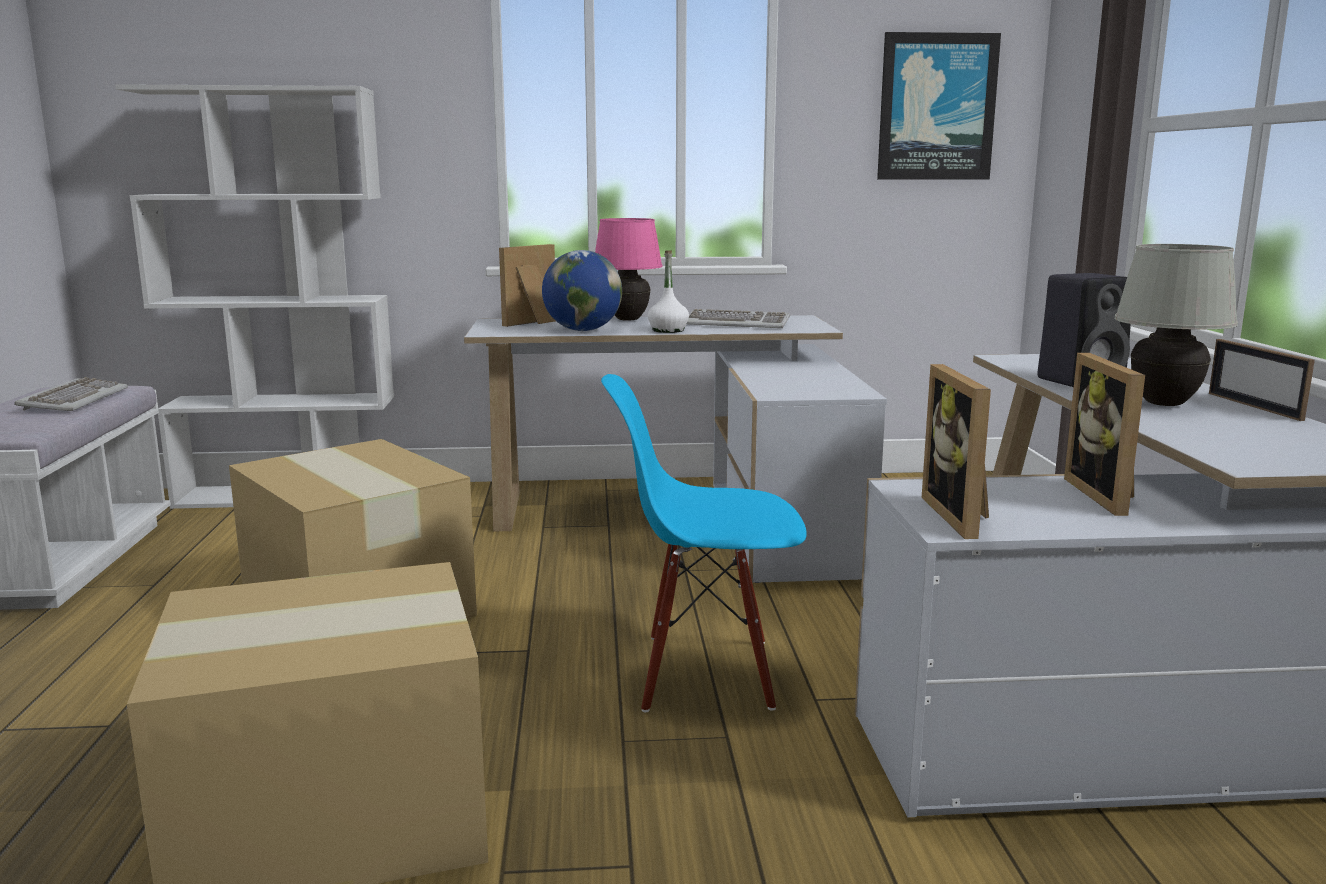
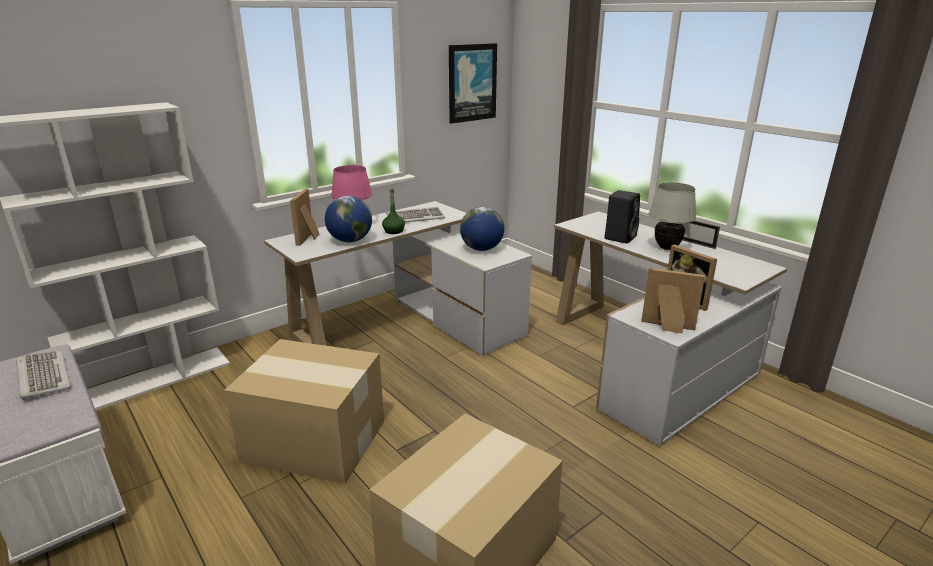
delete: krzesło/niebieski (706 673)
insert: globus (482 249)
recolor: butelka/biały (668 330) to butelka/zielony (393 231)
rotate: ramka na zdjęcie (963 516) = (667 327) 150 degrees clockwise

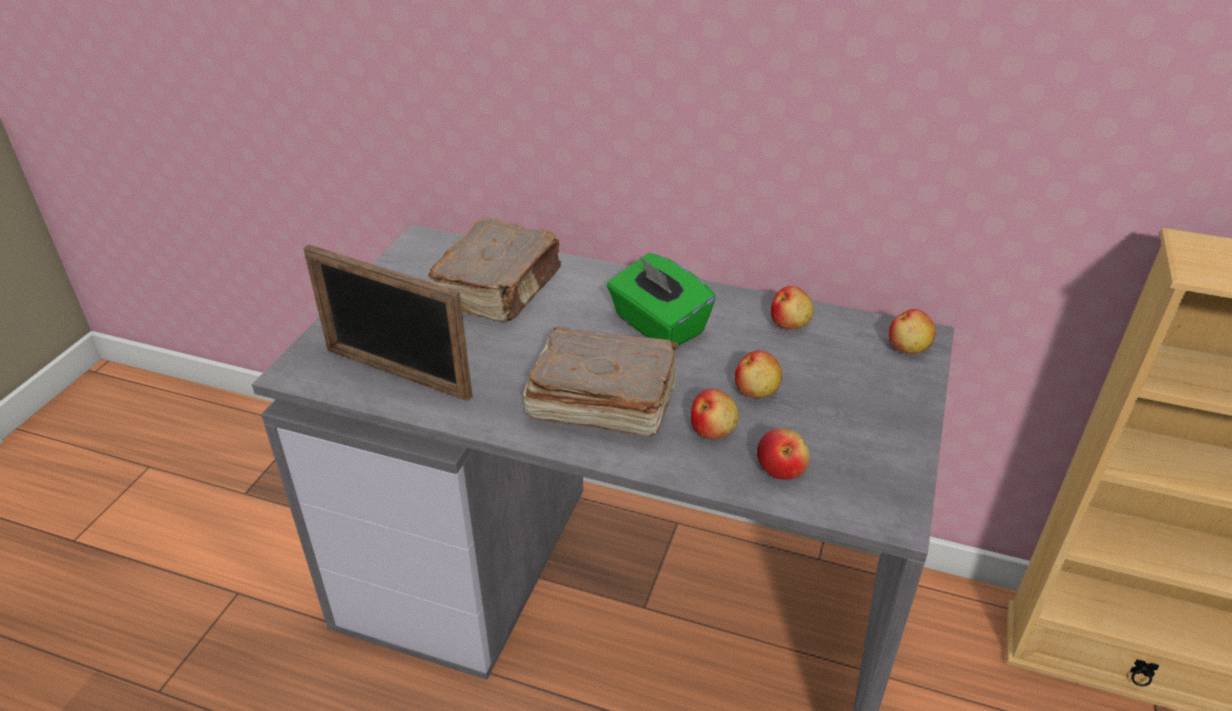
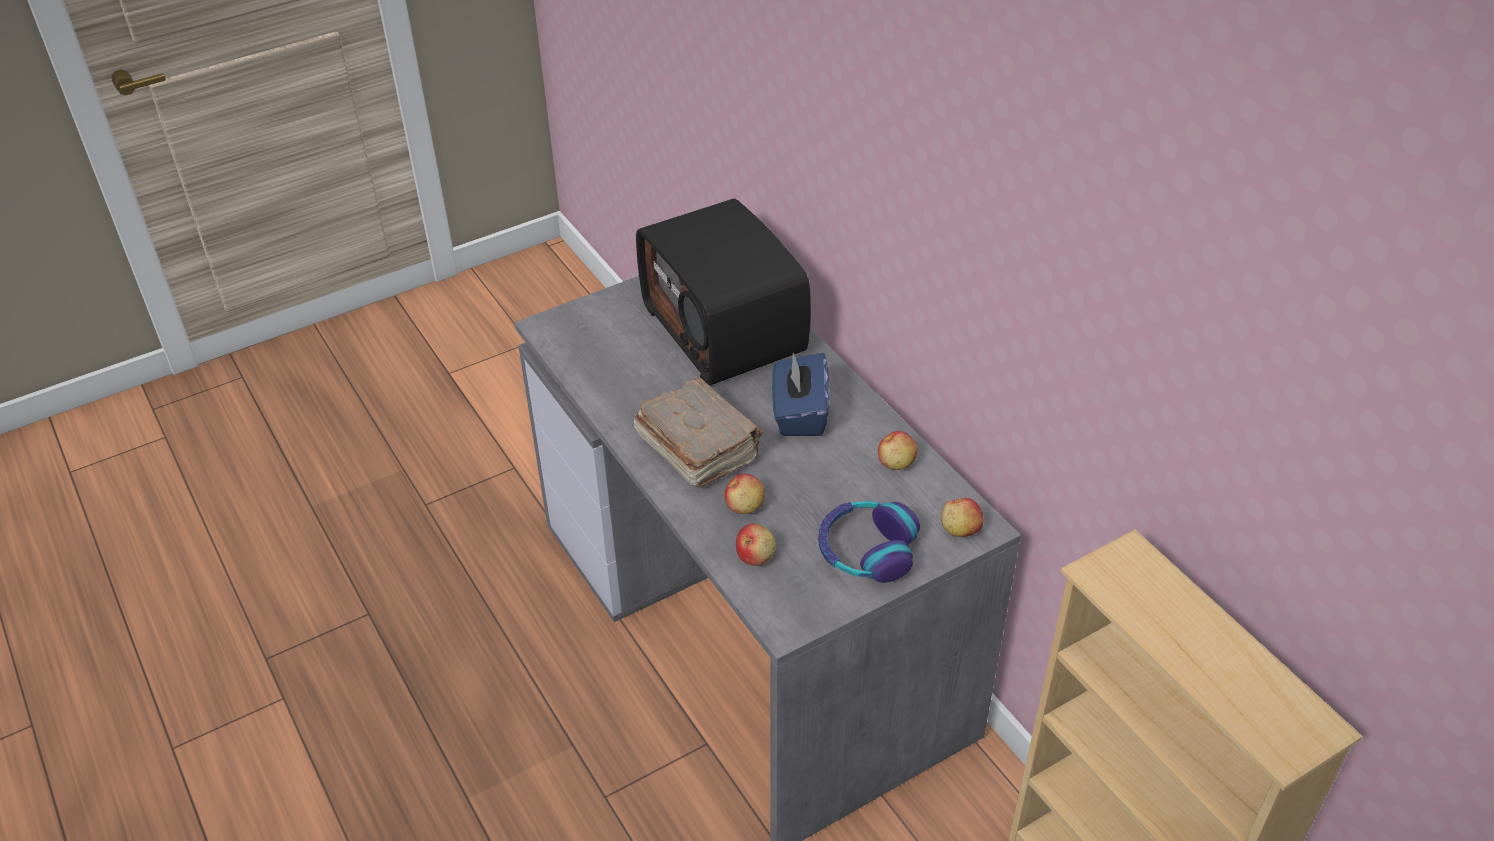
delete: ramka na zdjęcie (397 373); jabłko (757 390)
insert: słuchawki (866 550)
replace: książka/brązowy (500 289) to radio (727 328)
recolor: pudełko chusteczek/zielony (658 326) to pudełko chusteczek/niebieski (799 414)

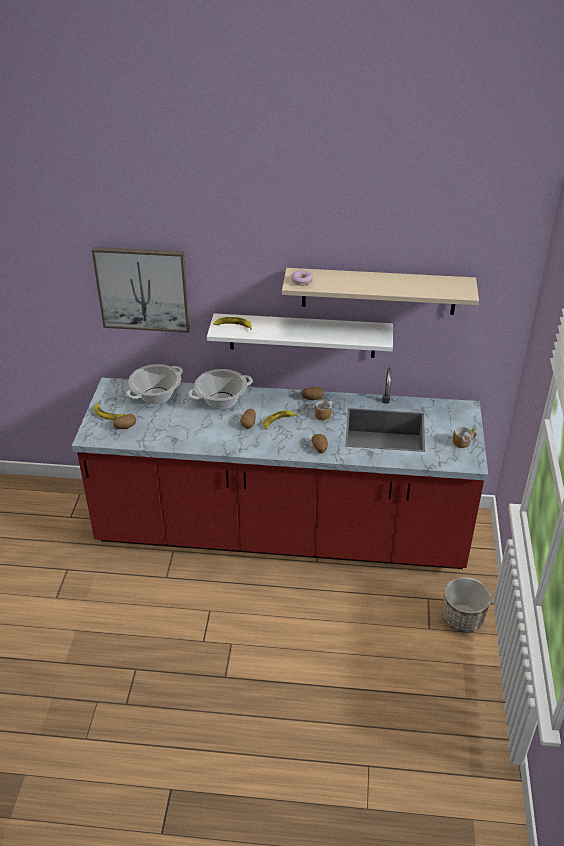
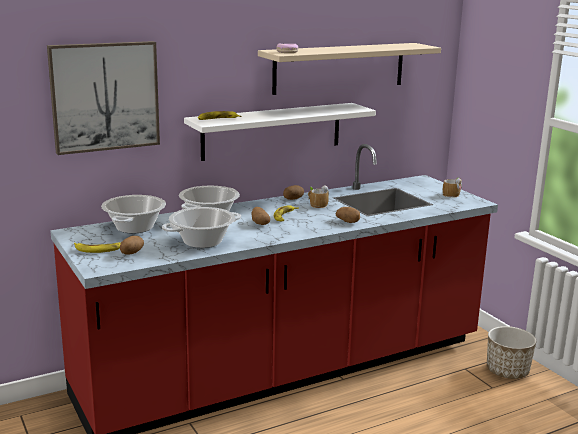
insert: garnek (203 242)

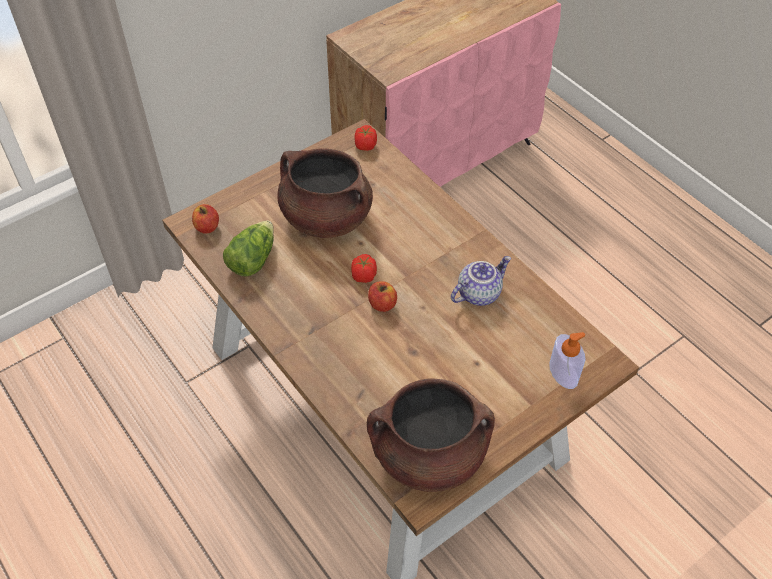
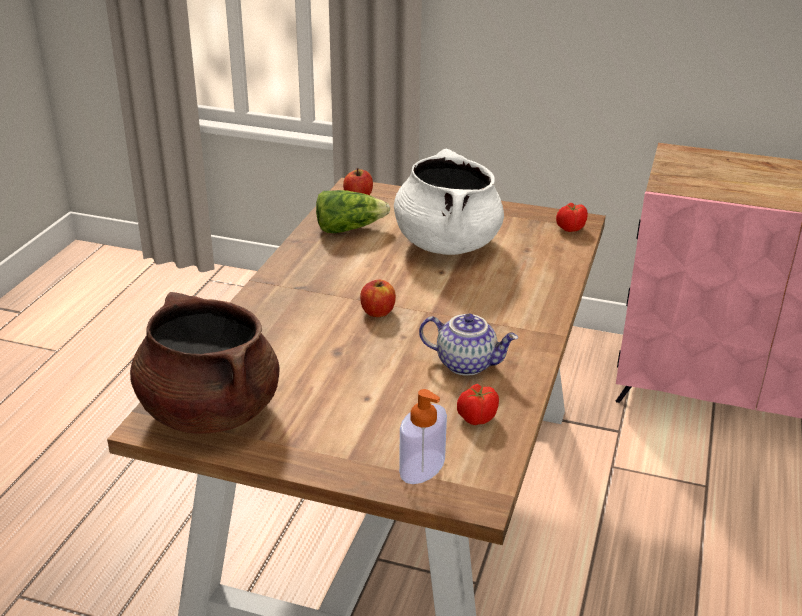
move: pomidor (363 276) to (476 418)
recolor: garnek/brązowy (325 218) to garnek/biały (447 243)

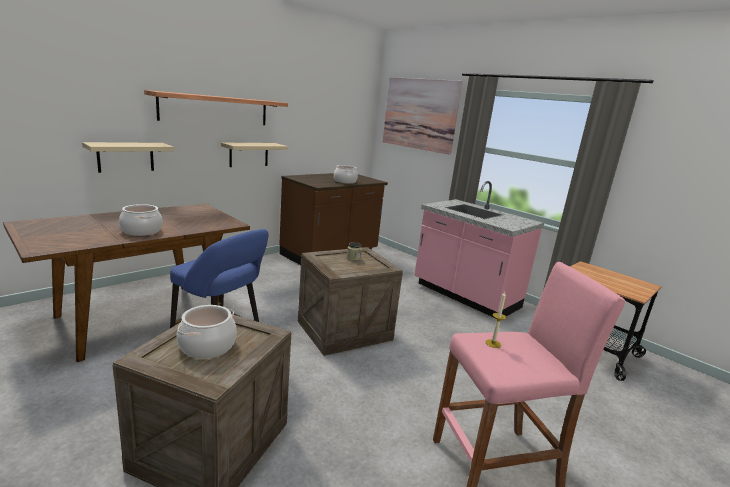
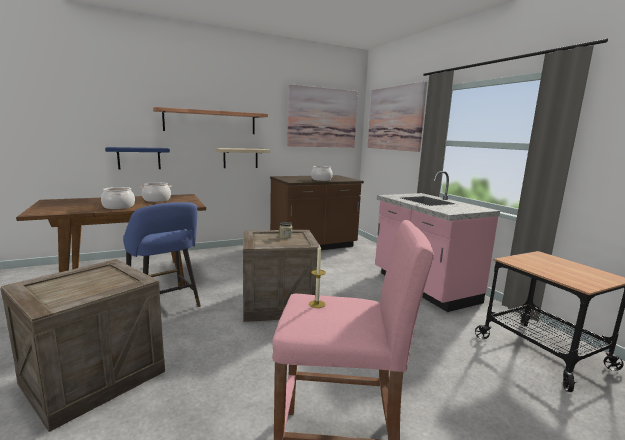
insert: obraz (322 118)
move: garnek (207 346) to (157 200)
recolor: półka/beżowy (126 157) to półka/niebieski (139 158)

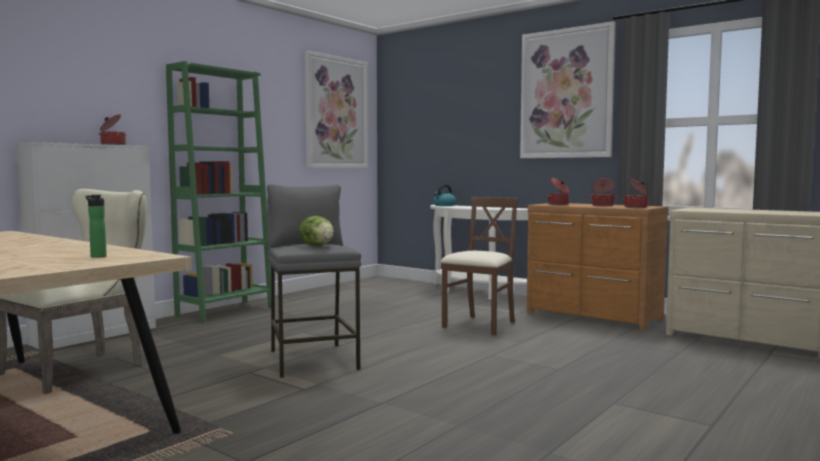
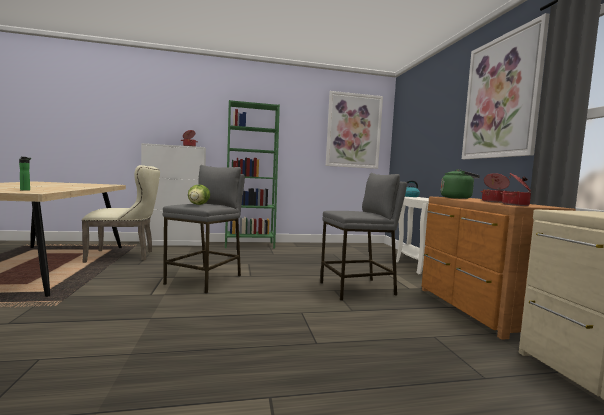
replace: krzesło/brązowy (480 325) to stołek/szary (358 289); garnek (558 204) to czajnik/zielony (458 198)

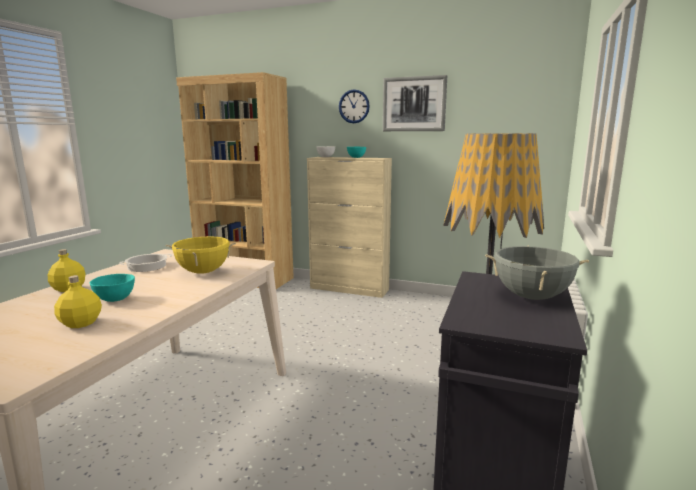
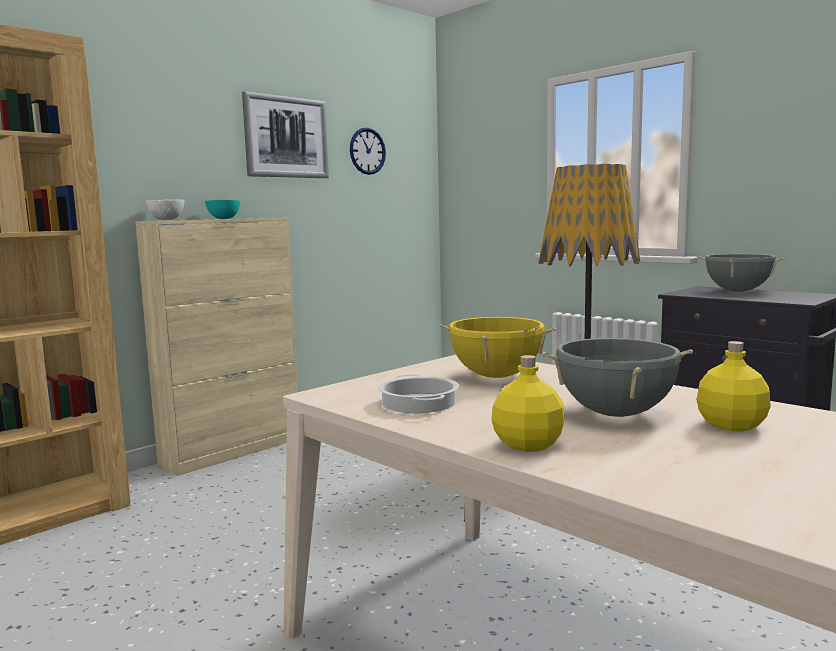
move: zegar ścienny (354 106) to (367 151)
replace: miska/turkusowy (114 299) to garnek/szary (615 414)

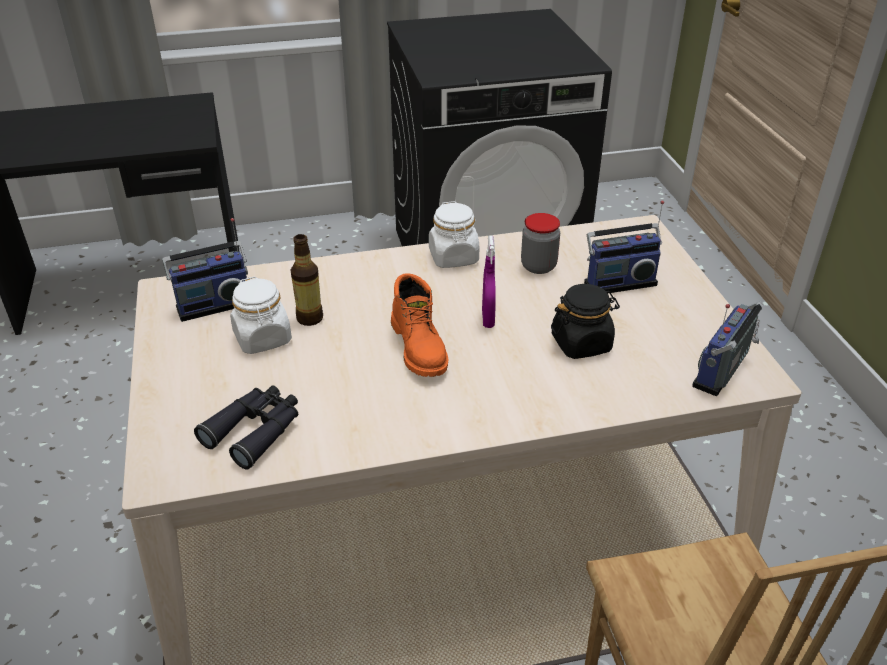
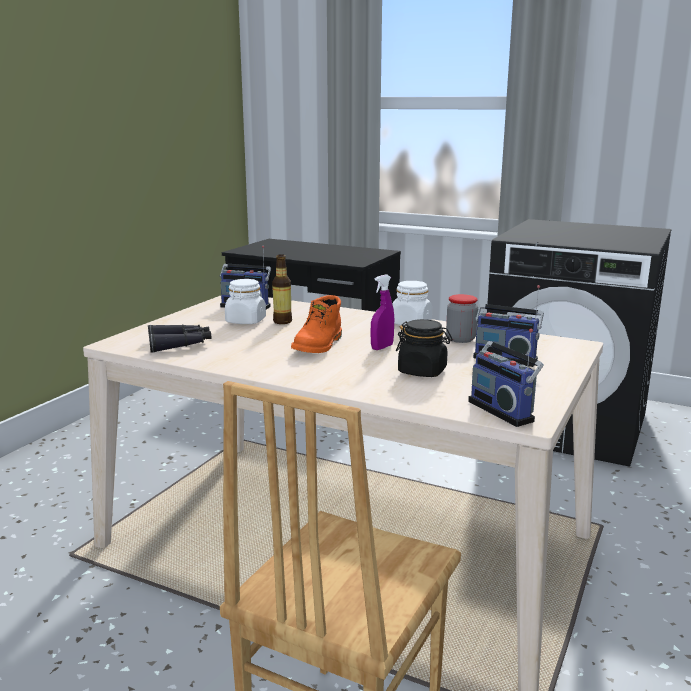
rotate: radio (723 372) = (503 410) 105 degrees counterclockwise

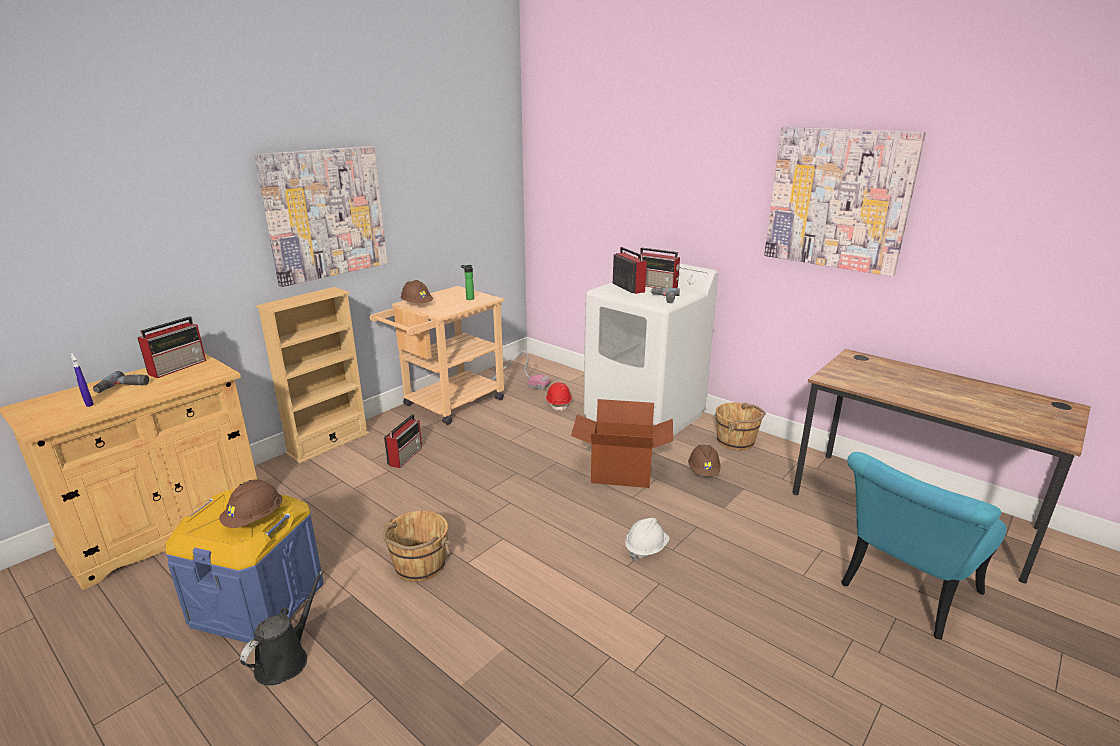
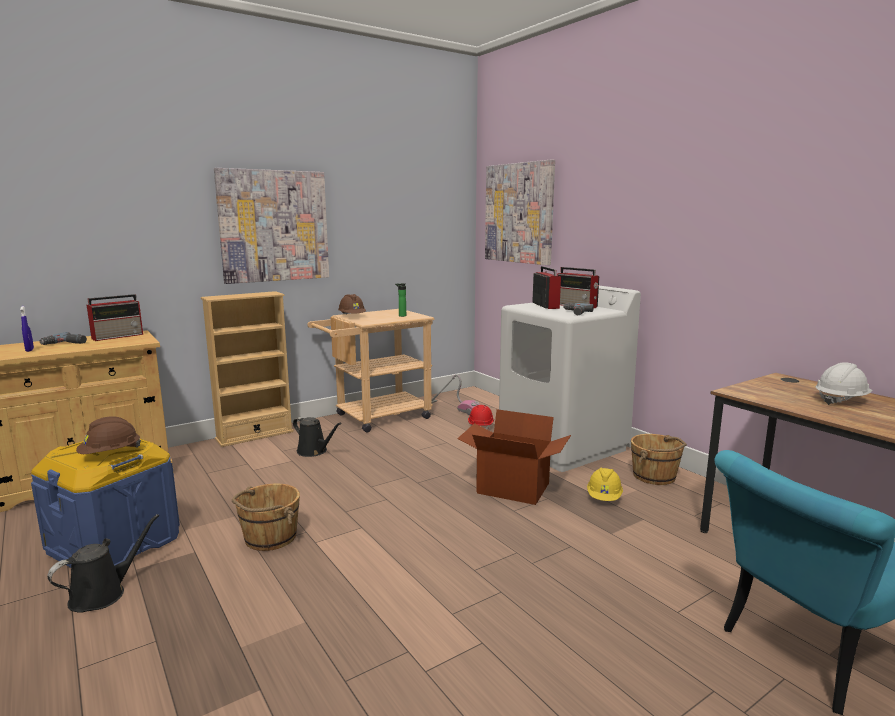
move: obraz (838 199) to (519 213); kask/biały (646 548) to (841 400)
replace: radio (406 456) to konewka/czarny (314 451)
recolor: kask/brązowy (703 471) to kask/żółty (604 498)

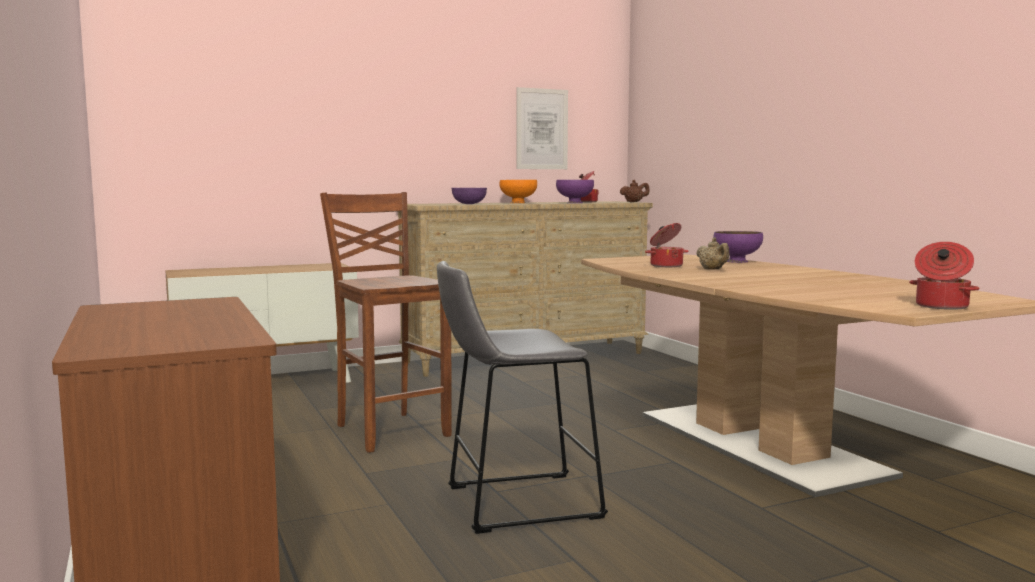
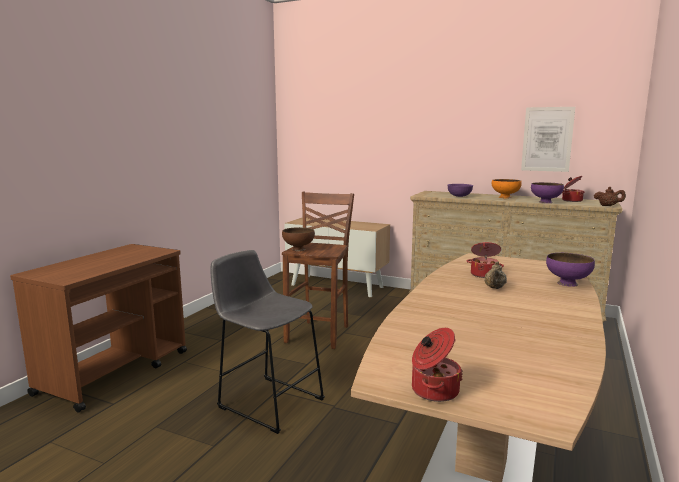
insert: miska/brązowy (298 249)

